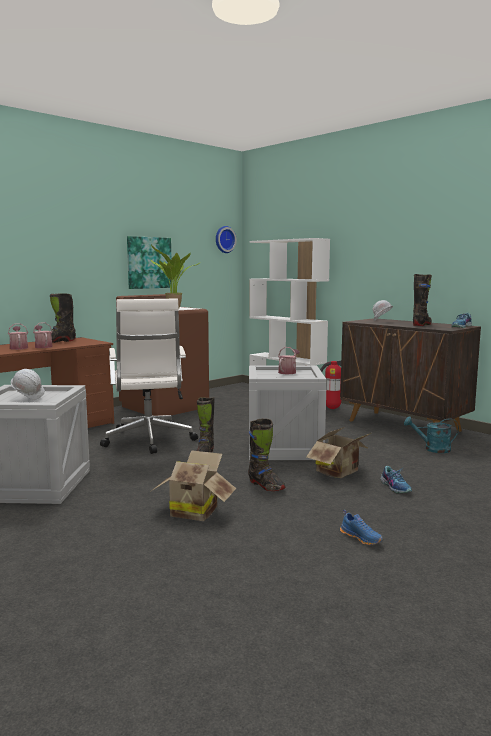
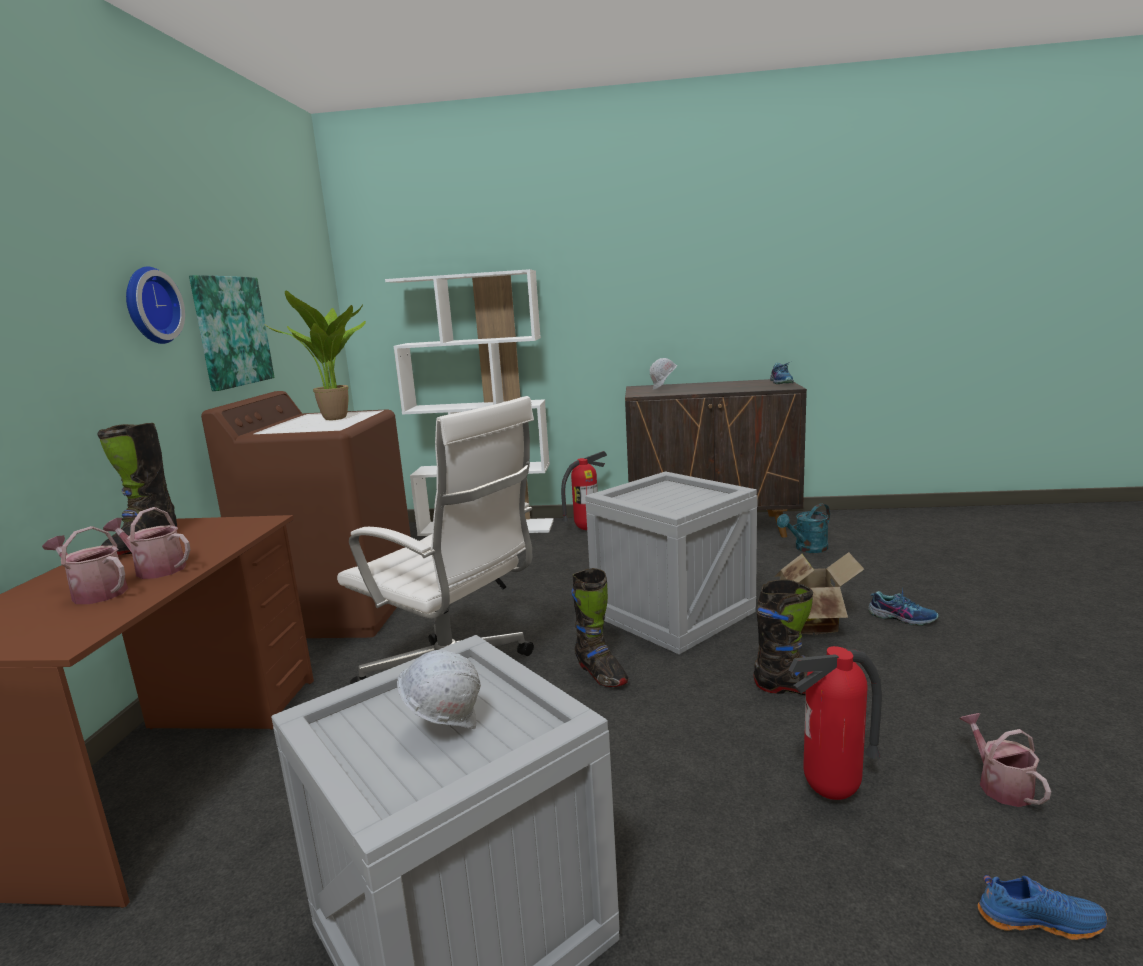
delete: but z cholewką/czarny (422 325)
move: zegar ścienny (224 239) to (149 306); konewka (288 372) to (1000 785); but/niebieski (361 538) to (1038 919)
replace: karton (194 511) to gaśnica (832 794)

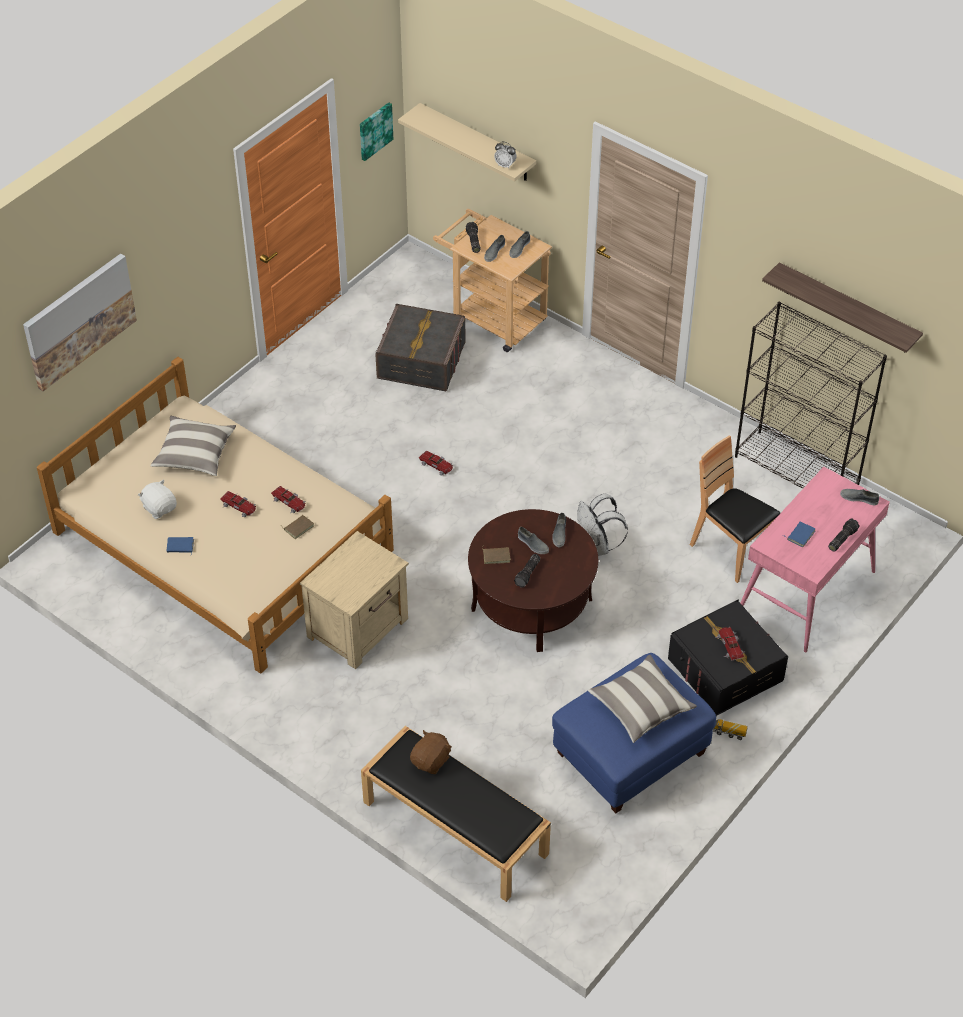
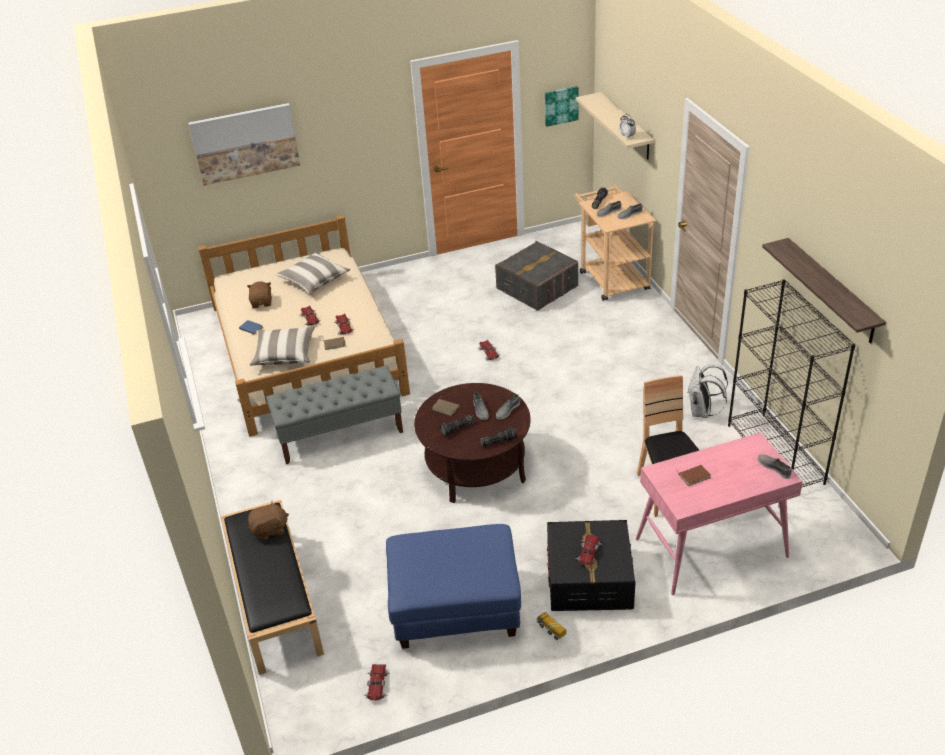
insert: samochodzik (377 685)
move: poduszka (641 706) to (284 354); latarka (842 539) to (498 441); plecak/biały (597 547) to (702 412)
replace: szafka nocna/beżowy (359 627) to ławka/szary (340 434)
recolor: pluszak/biały (160 508) to pluszak/brązowy (262 303); książka/niebieski (800 535) to książka/brązowy (694 476)

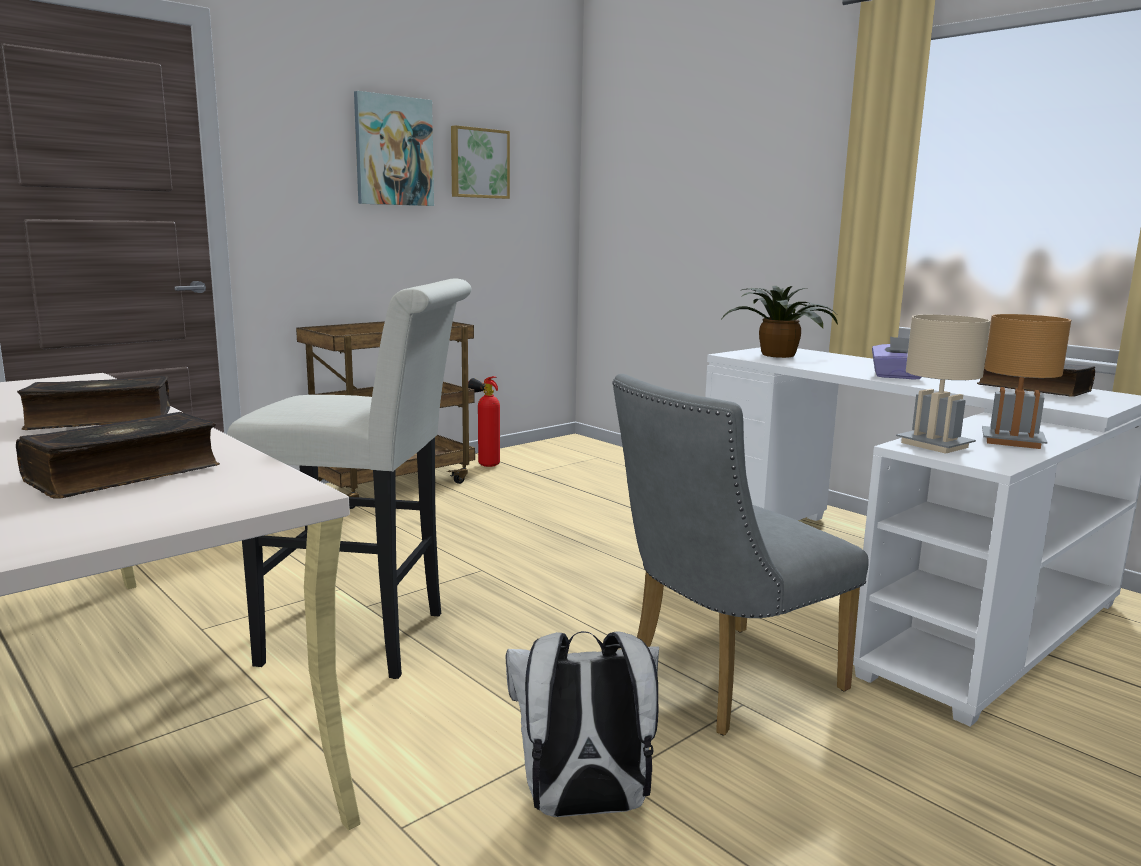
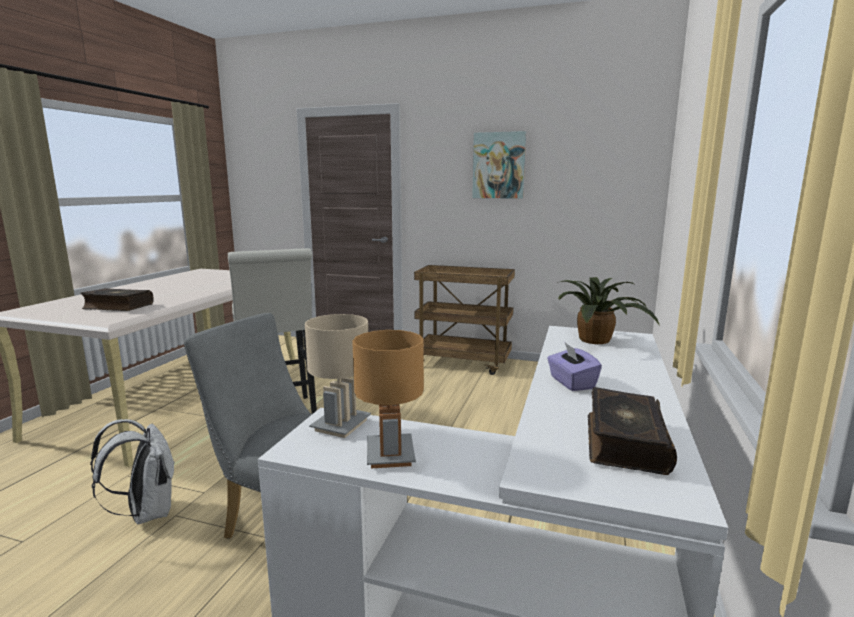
delete: książka (100 419); obraz (478 163); gaśnica (485 464)

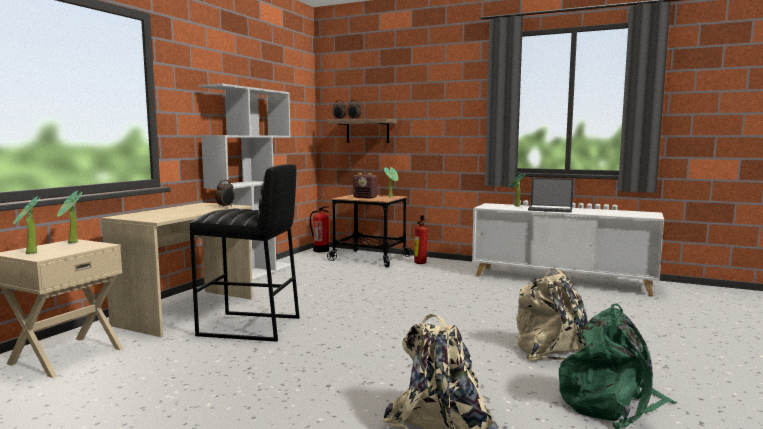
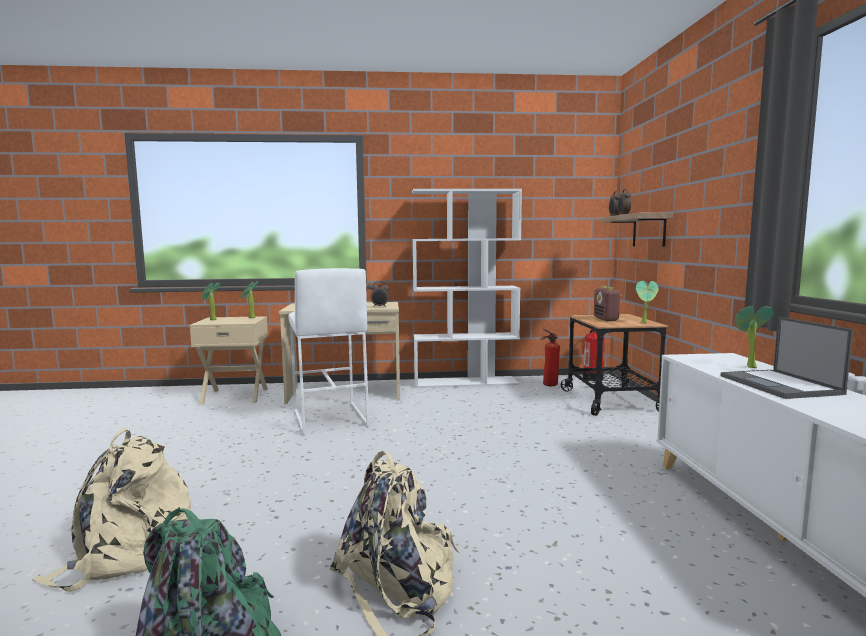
move: gaśnica (420 263) to (548 385)
recolor: stołek/czarny (250 327) to stołek/biały (329 418)

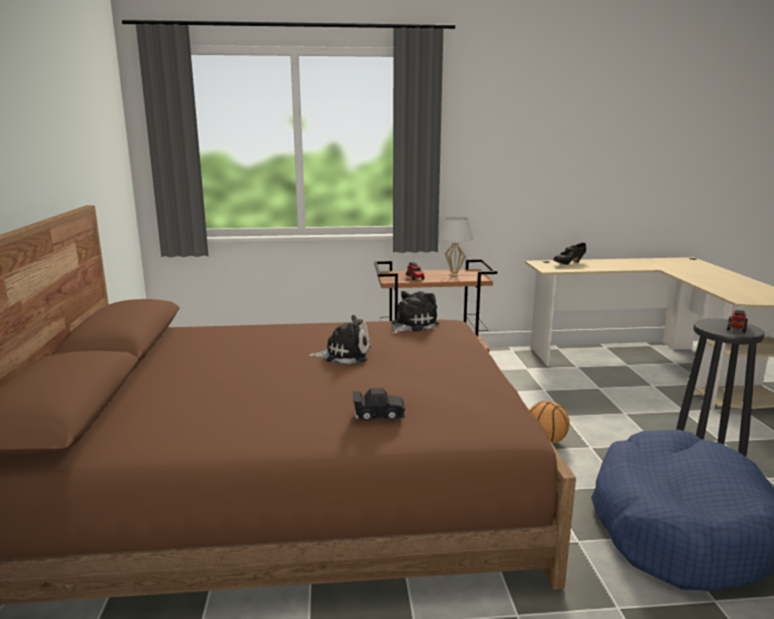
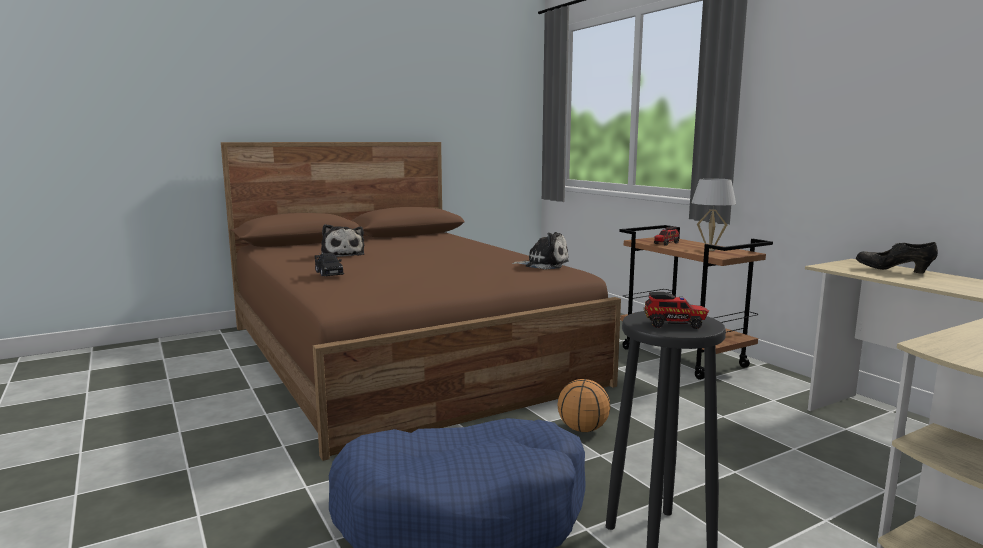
move: pluszak (344 354) to (342 255)

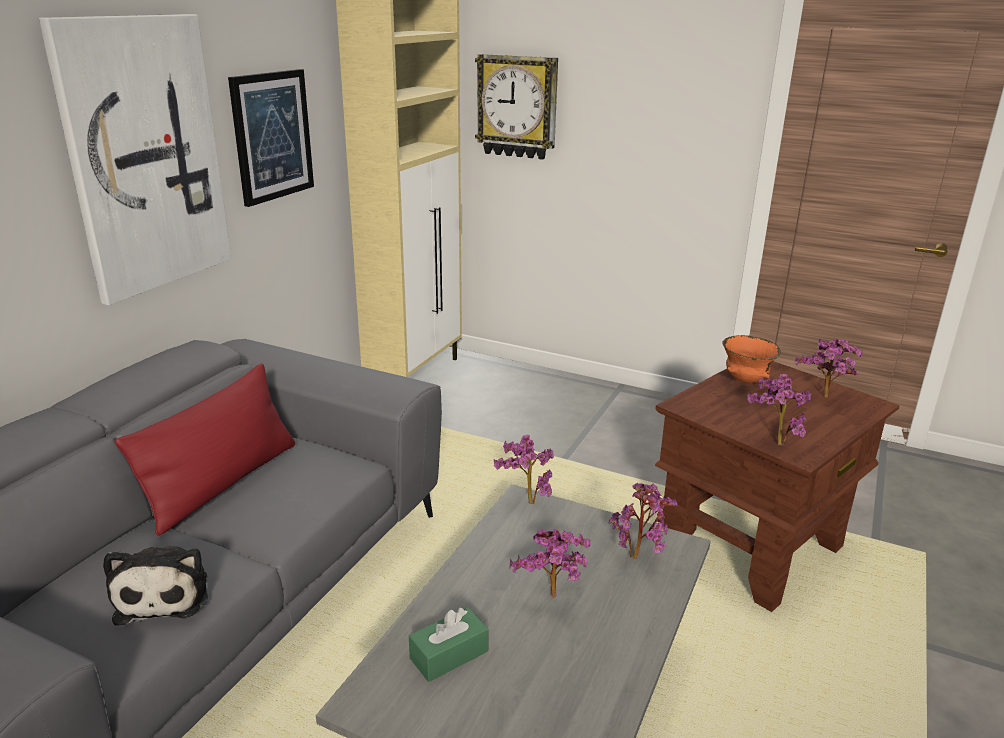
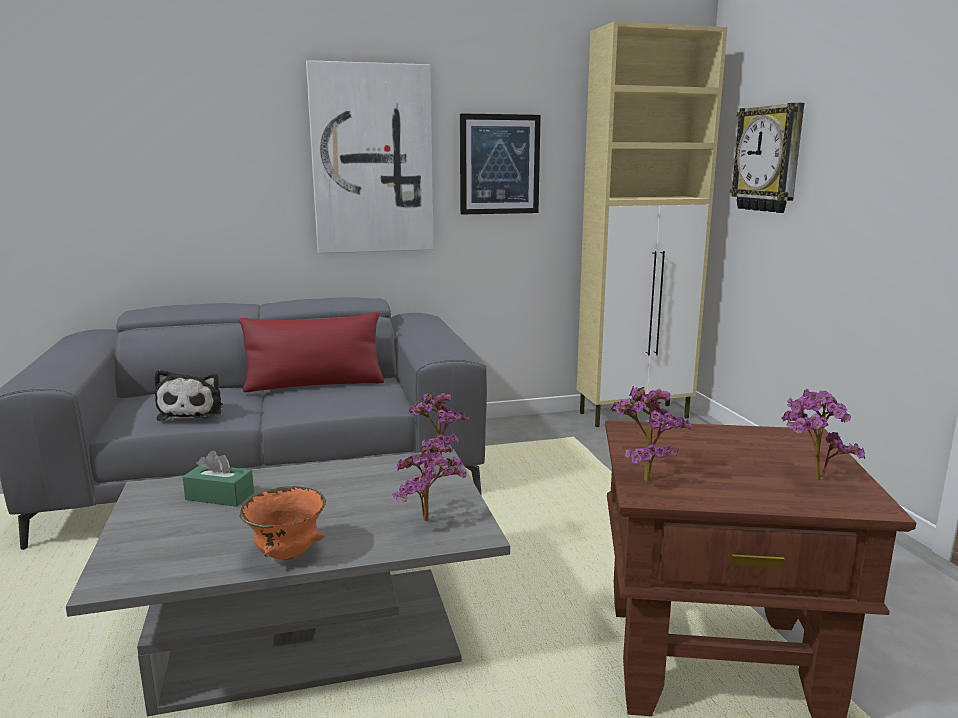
delete: roślina doniczkowa (554 600)
move: miska/pomarańczowy (745 381) to (286 554)
rotate: pluszak (165 594) = (193 412) 45 degrees counterclockwise

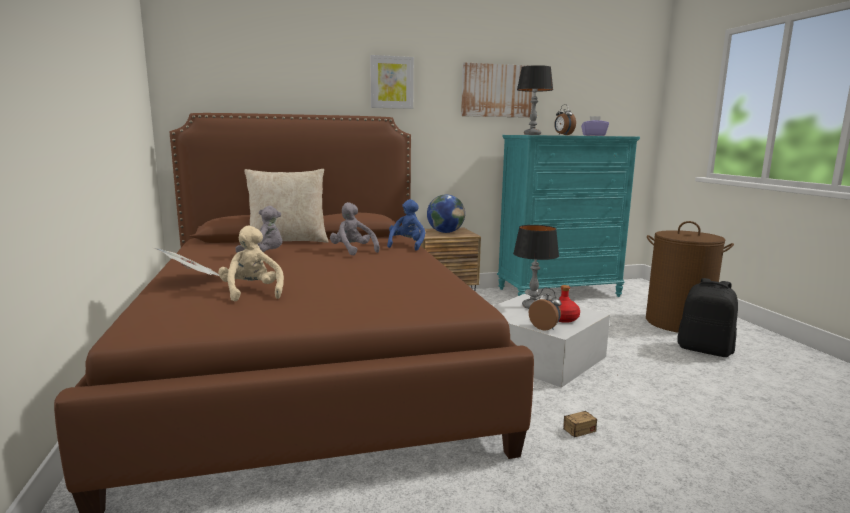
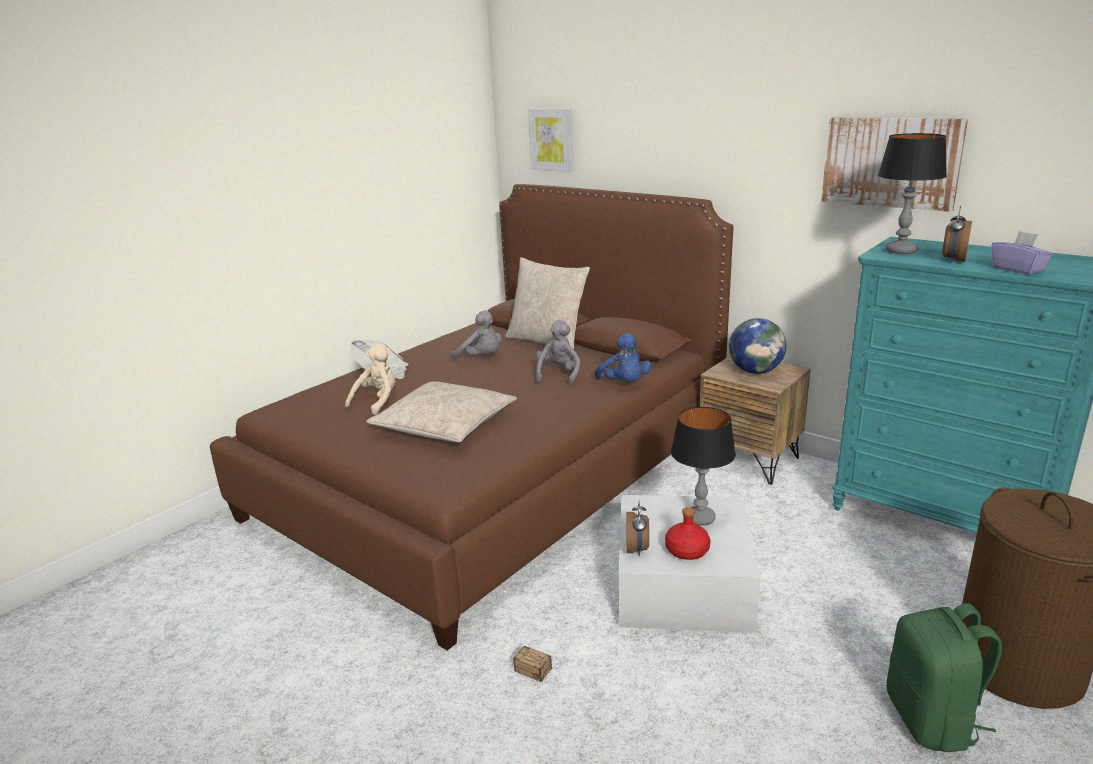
insert: poduszka/beżowy (444 425)
move: obraz (391 82) to (551 139)
recolor: plecak/czarny (705 350) to plecak/zielony (932 720)
rotate: pluszak/niebieski (407 245) = (624 384) 90 degrees clockwise

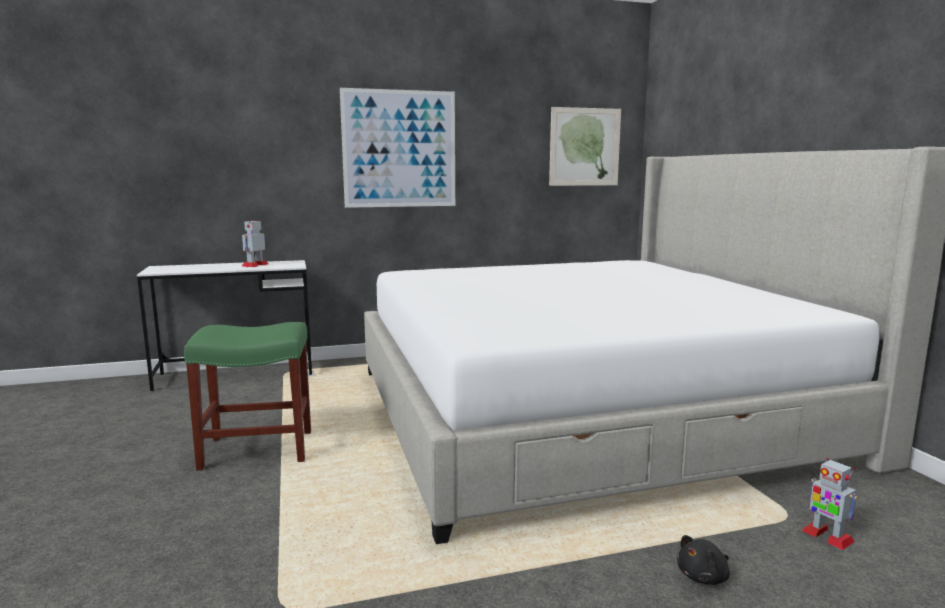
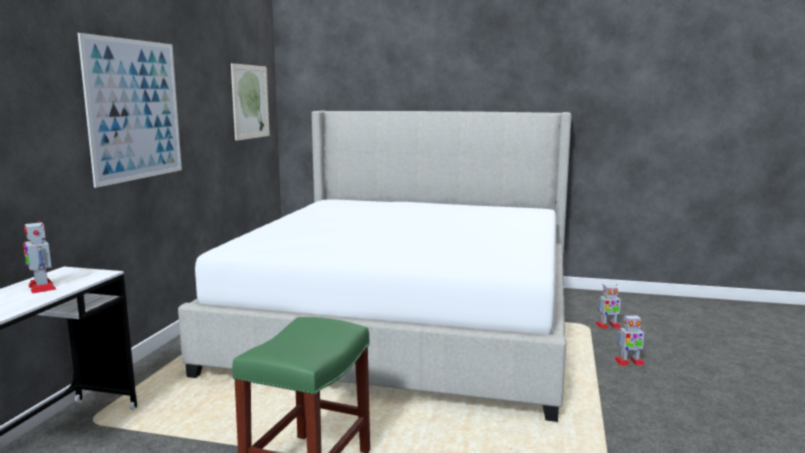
replace: pluszak/czarny (704 577) to robot zabawkowy (629 362)

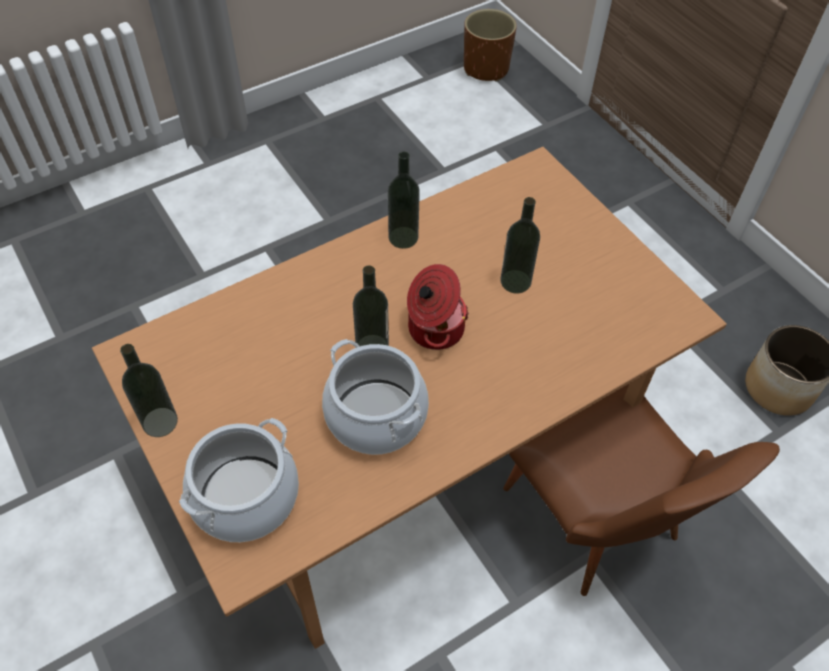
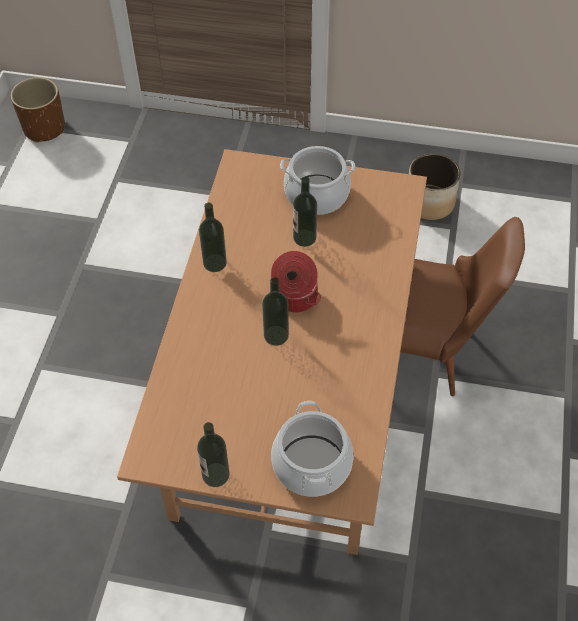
move: garnek (375 416) to (317 195)

